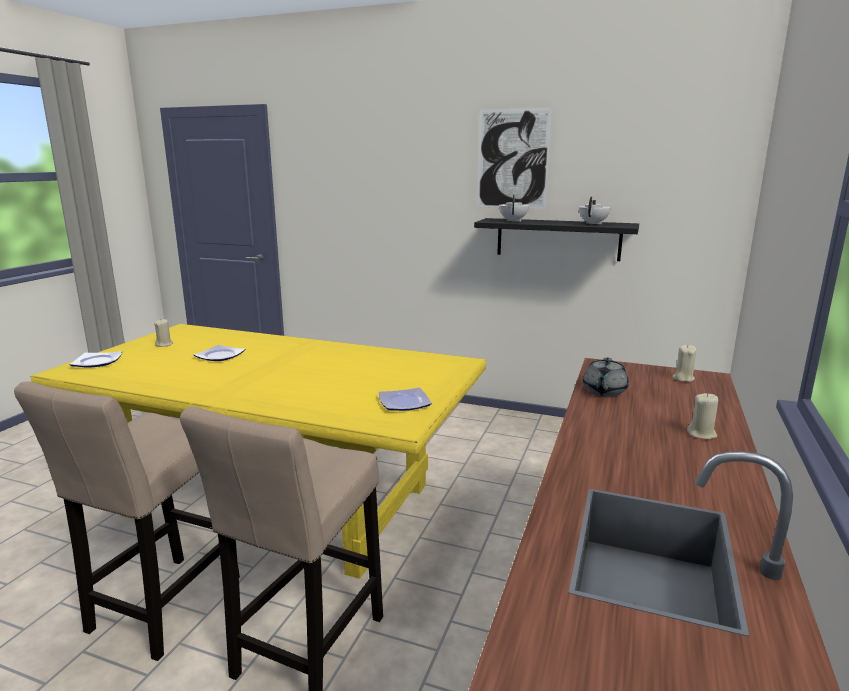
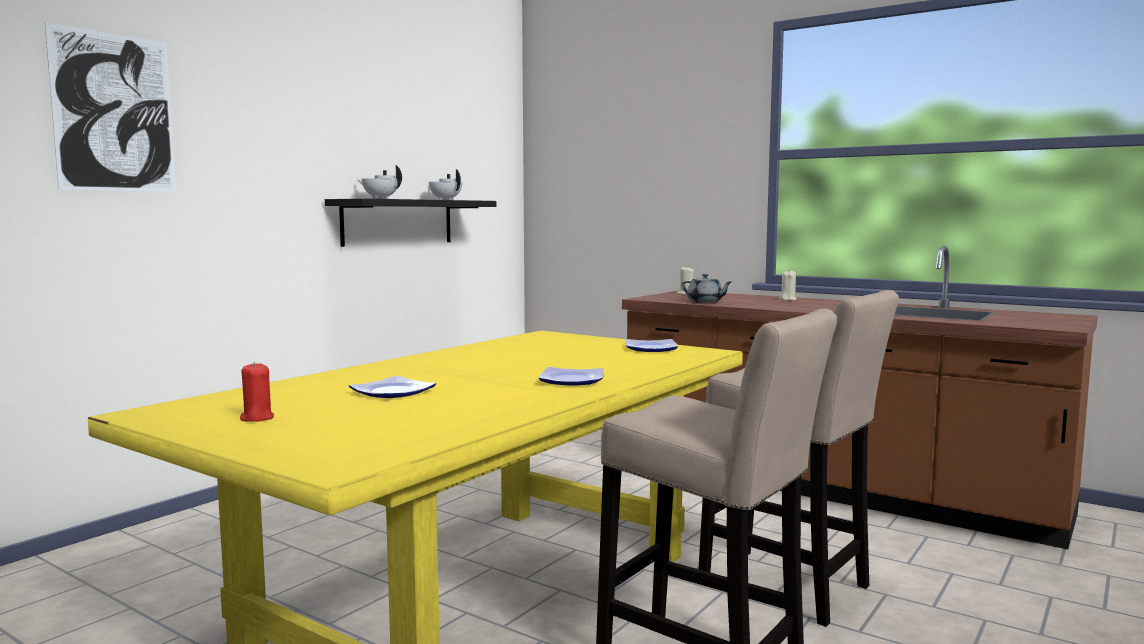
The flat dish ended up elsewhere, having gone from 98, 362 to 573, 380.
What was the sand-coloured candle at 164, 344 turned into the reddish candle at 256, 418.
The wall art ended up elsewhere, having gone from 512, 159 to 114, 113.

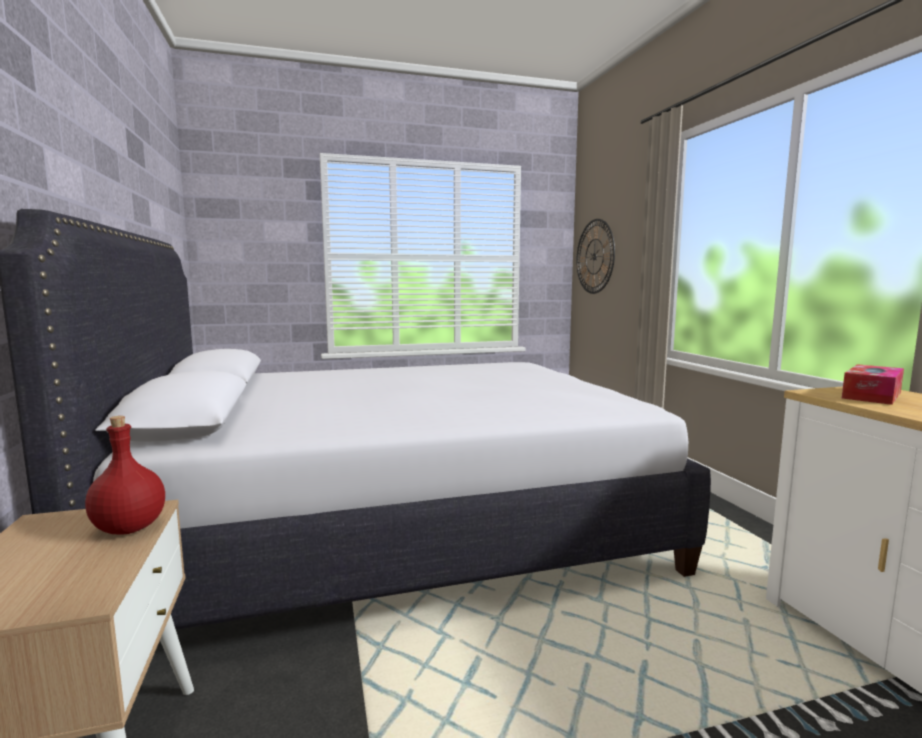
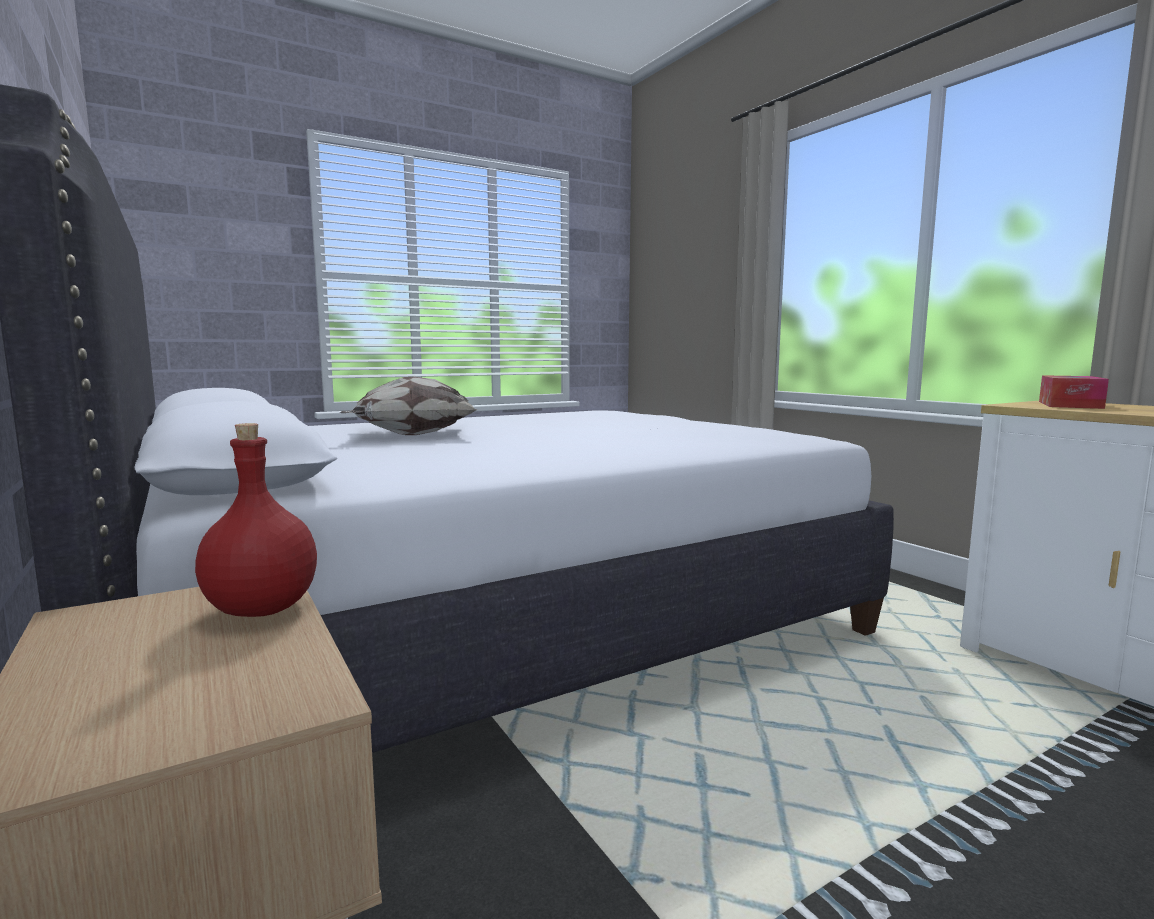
The second view lost the wall clock at 594, 256.
The second view gained the cushion at 412, 435.

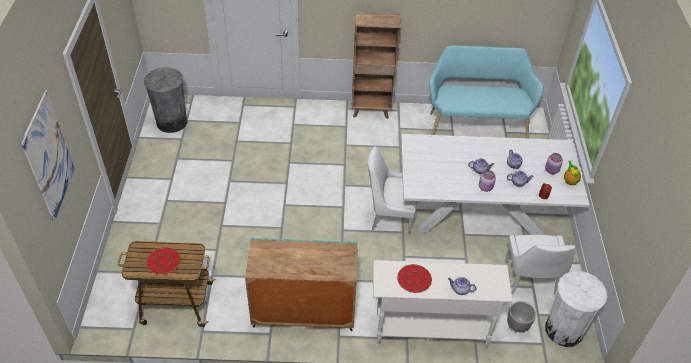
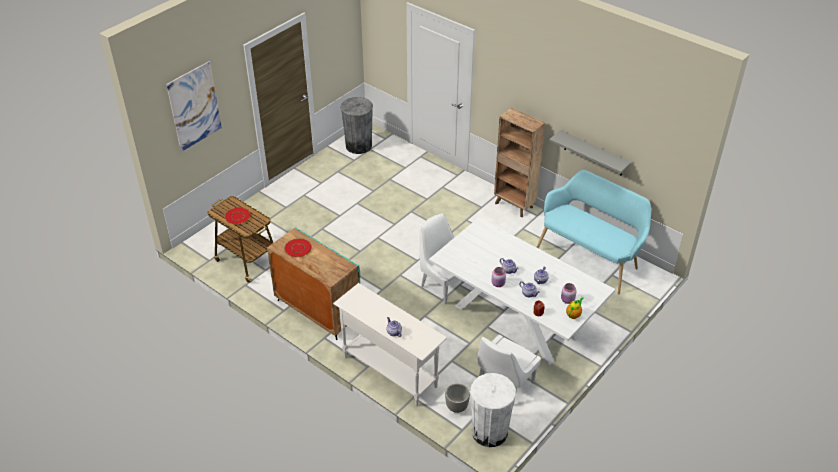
The reddish flat dish ended up elsewhere, having gone from 414, 279 to 298, 248.
The second view gained the gray shelf at 594, 153.

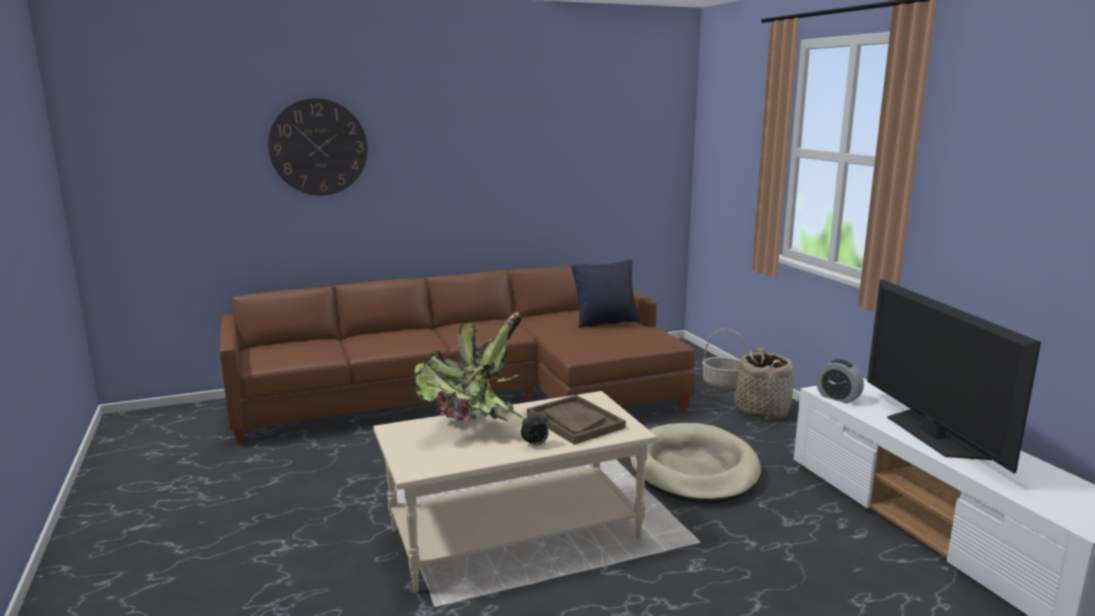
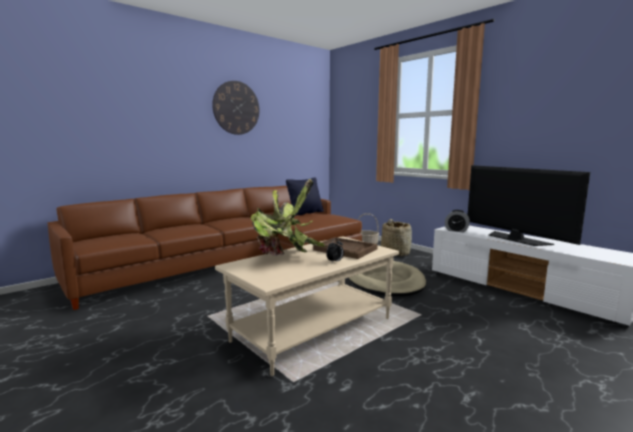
The wall clock ended up elsewhere, having gone from 318, 147 to 236, 108.

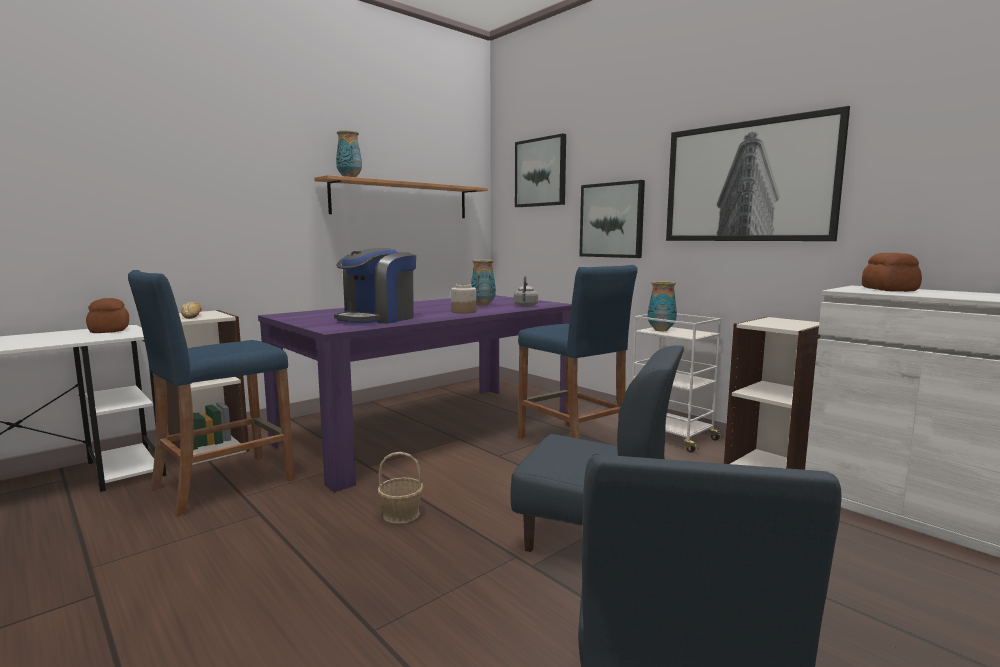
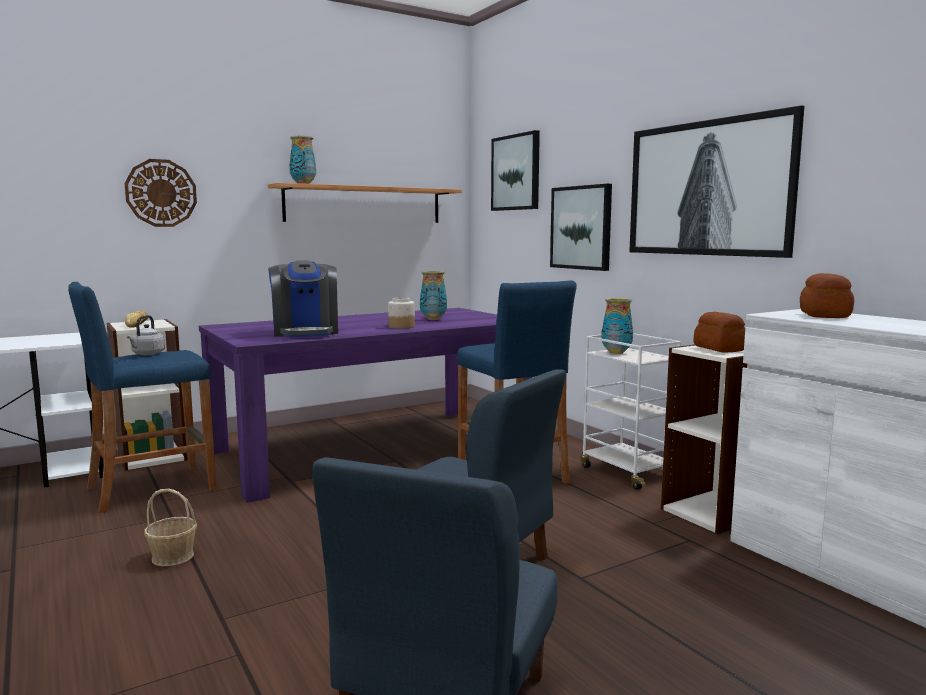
The bakery bread ended up elsewhere, having gone from 109, 330 to 719, 349.
The coffee brewer at 378, 319 ended up facing another way, 60 degrees counterclockwise from before.
The storage basket ended up elsewhere, having gone from 401, 514 to 173, 557.
The gray water kettle ended up elsewhere, having gone from 525, 306 to 147, 354.
The second view gained the wall clock at 161, 193.

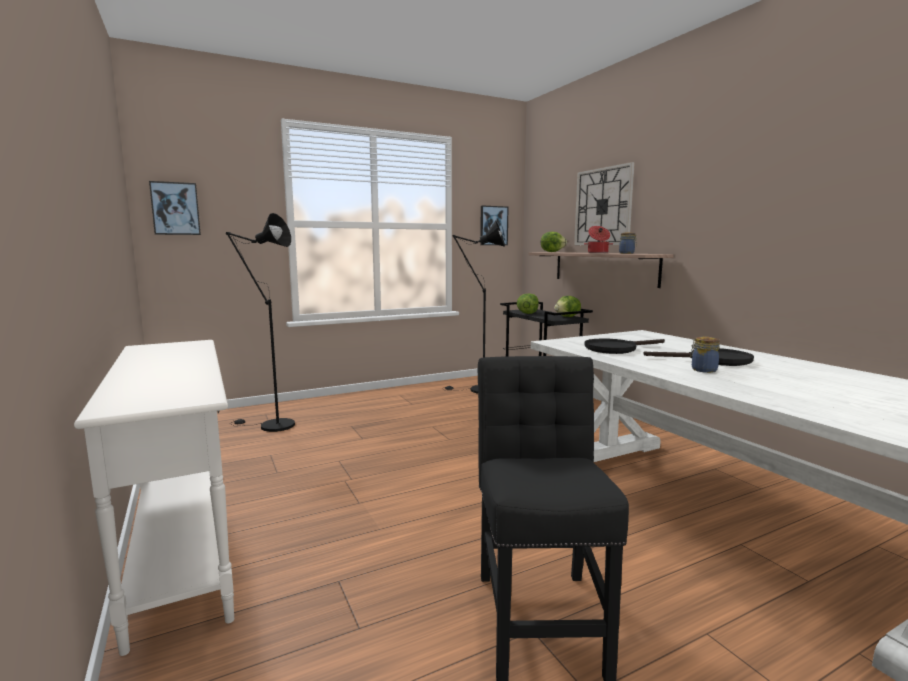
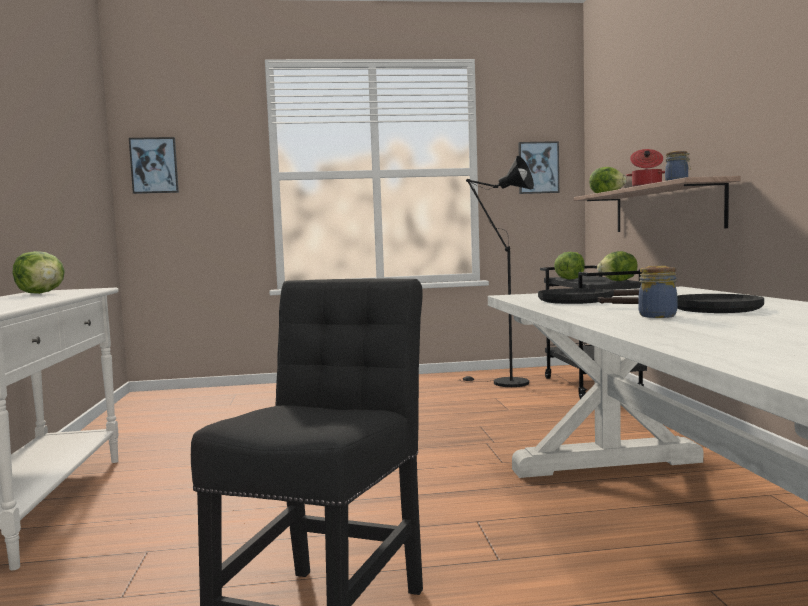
The second view lost the black-coloured standard lamp at 271, 425.
The second view lost the wall clock at 603, 206.
The second view gained the head of lettuce at 41, 293.

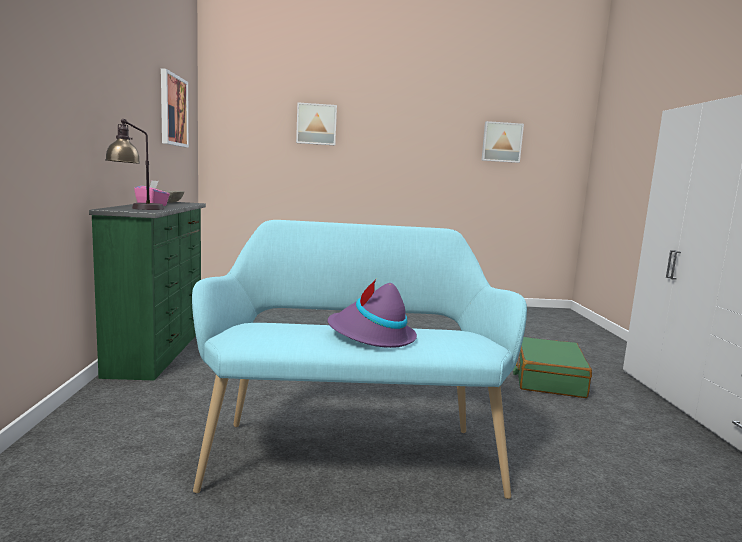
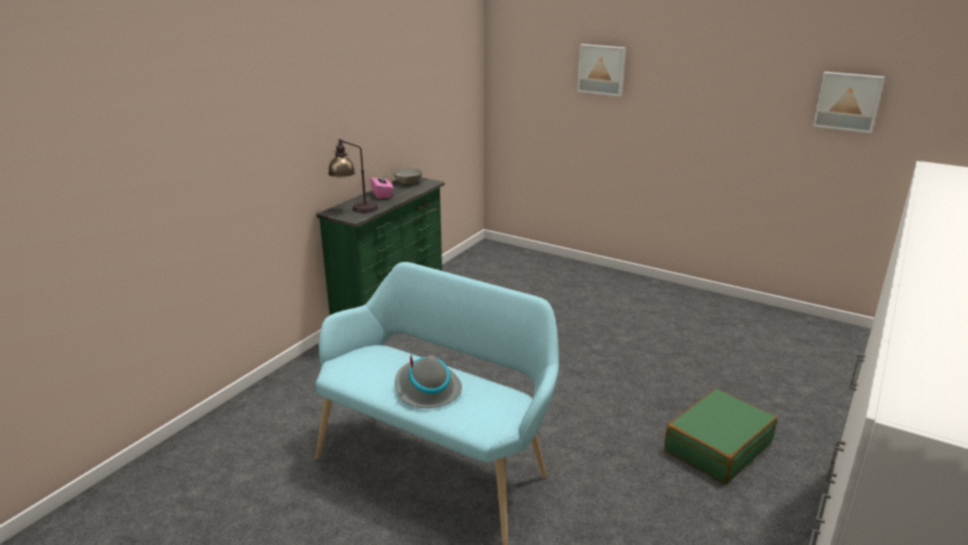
The second view lost the wall art at 173, 110.
What was the purple-coloured clothing hat at 371, 336 turned into the gray clothing hat at 426, 389.

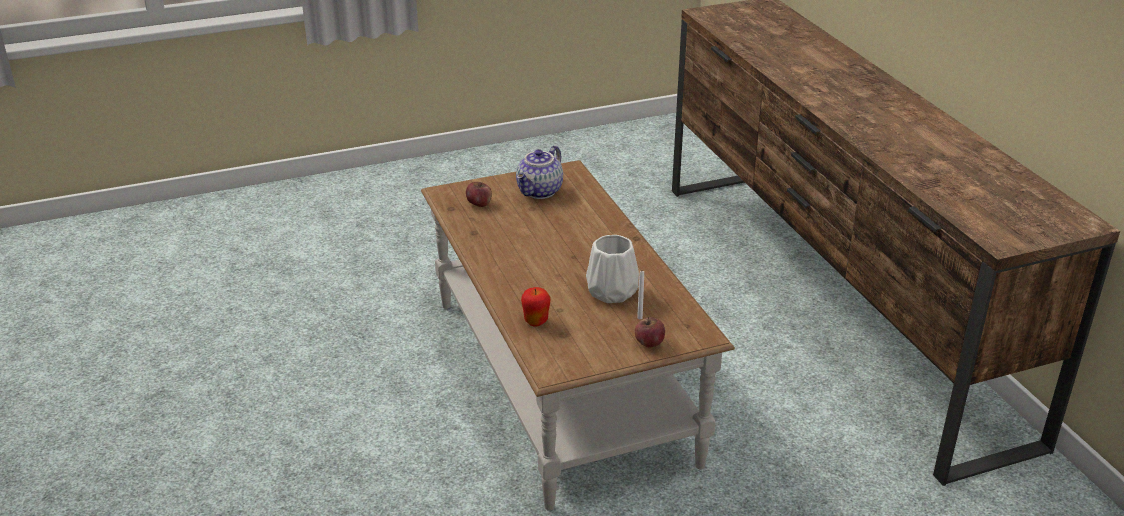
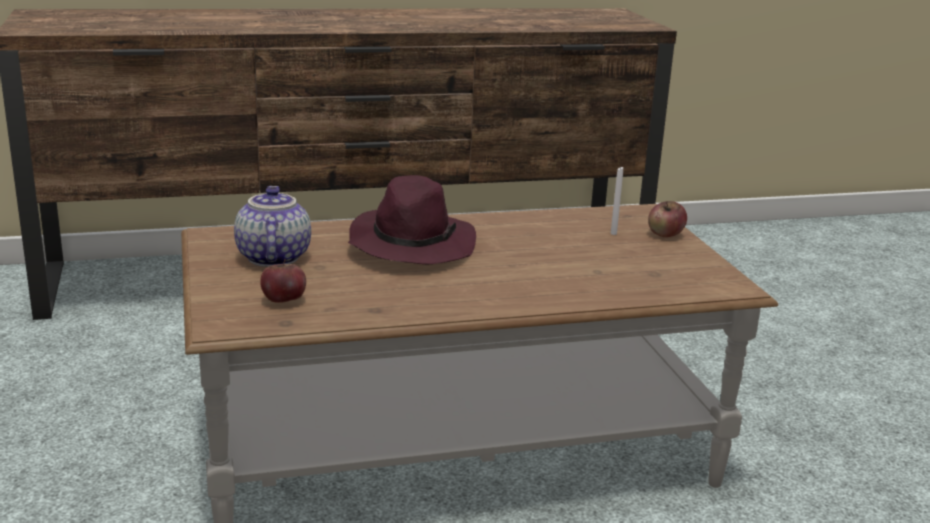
The pot for tea at 540, 192 ended up facing another way, 135 degrees counterclockwise from before.
The second view lost the apple at 536, 321.
The second view lost the whitish decorative vase at 610, 291.
The second view gained the purple-coloured clothing hat at 411, 245.

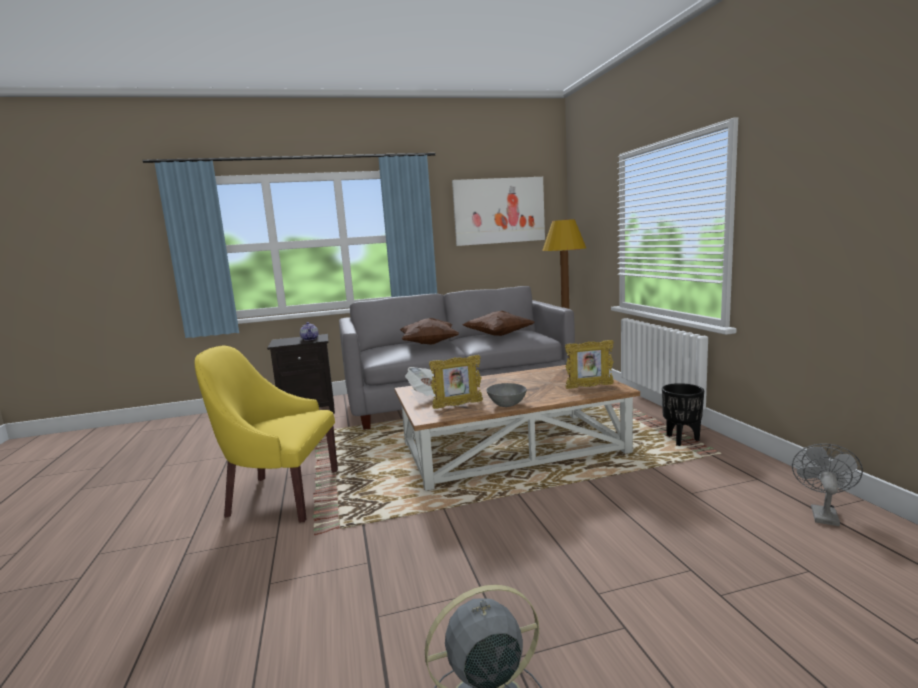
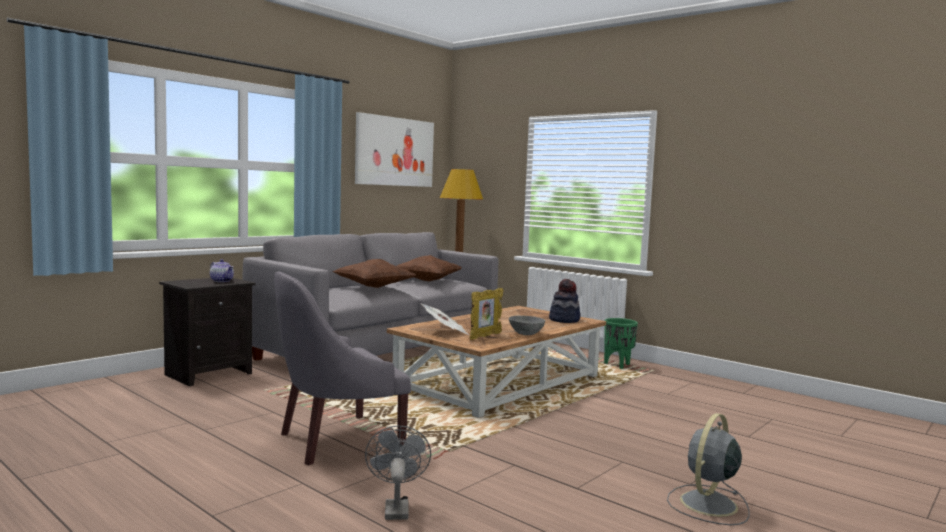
What was the yellow armchair at 280, 495 turned into the gray armchair at 336, 441.
Where the standing frame stood at 589, 386, the clothing hat came to stand at 564, 320.
What was the black-coloured plant pot at 682, 440 turned into the green-coloured plant pot at 618, 365.
The gray cooling fan ended up elsewhere, having gone from 823, 513 to 396, 508.

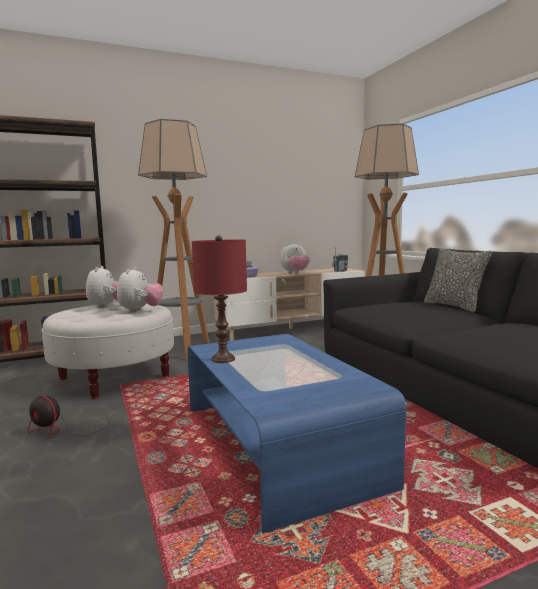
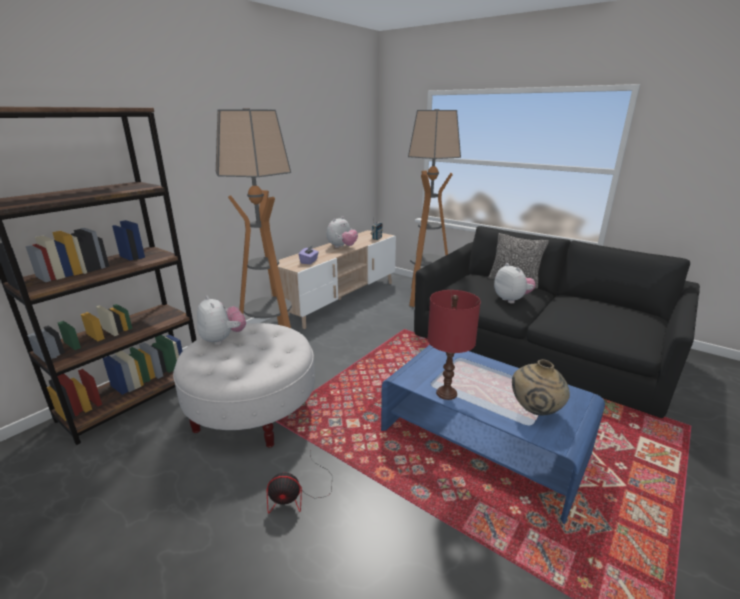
The cuddly toy ended up elsewhere, having gone from 140, 311 to 512, 299.
The second view gained the sand-coloured decorative vase at 535, 411.

